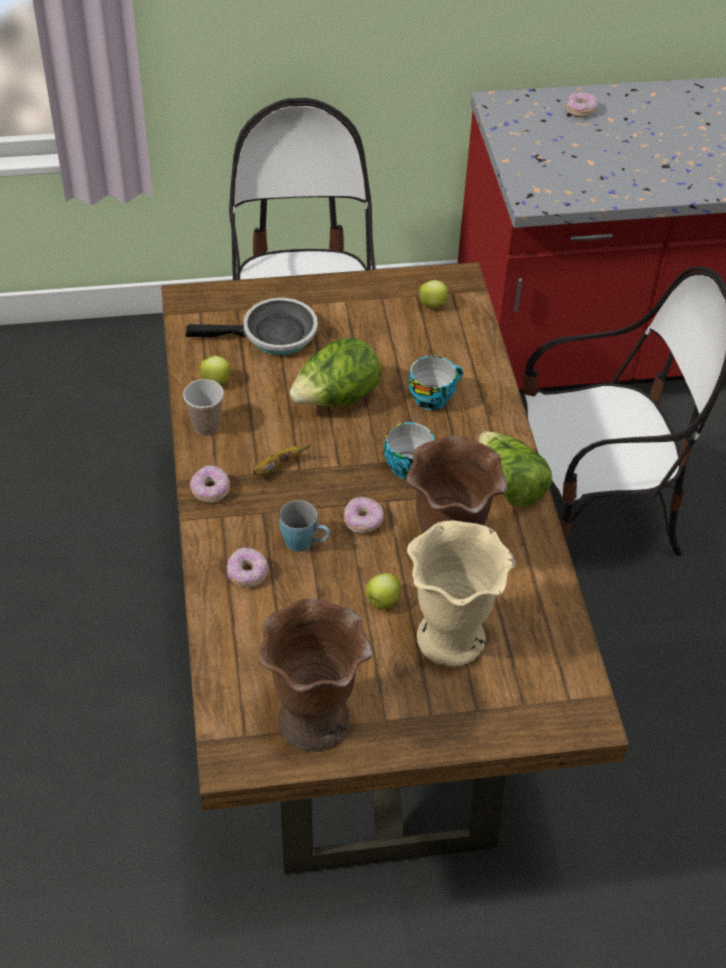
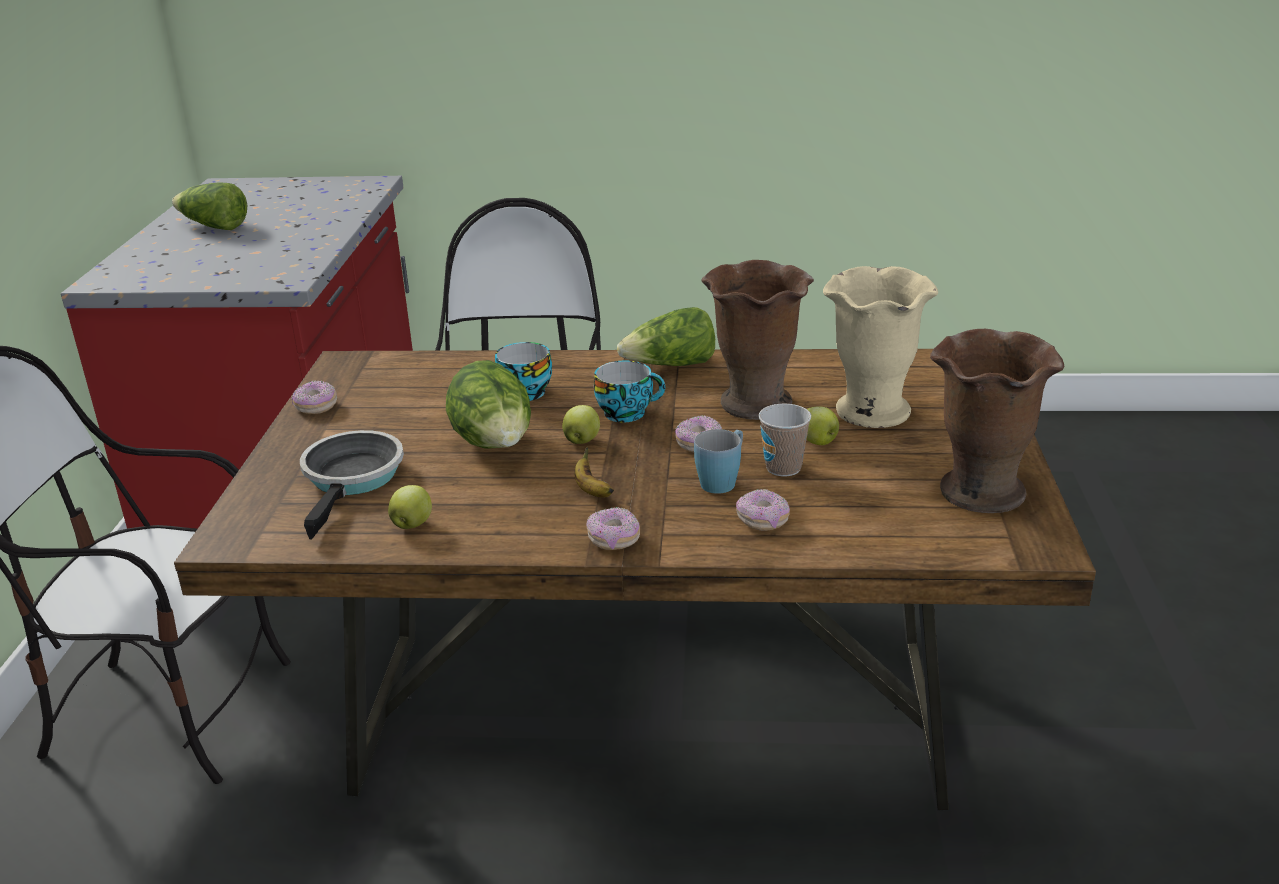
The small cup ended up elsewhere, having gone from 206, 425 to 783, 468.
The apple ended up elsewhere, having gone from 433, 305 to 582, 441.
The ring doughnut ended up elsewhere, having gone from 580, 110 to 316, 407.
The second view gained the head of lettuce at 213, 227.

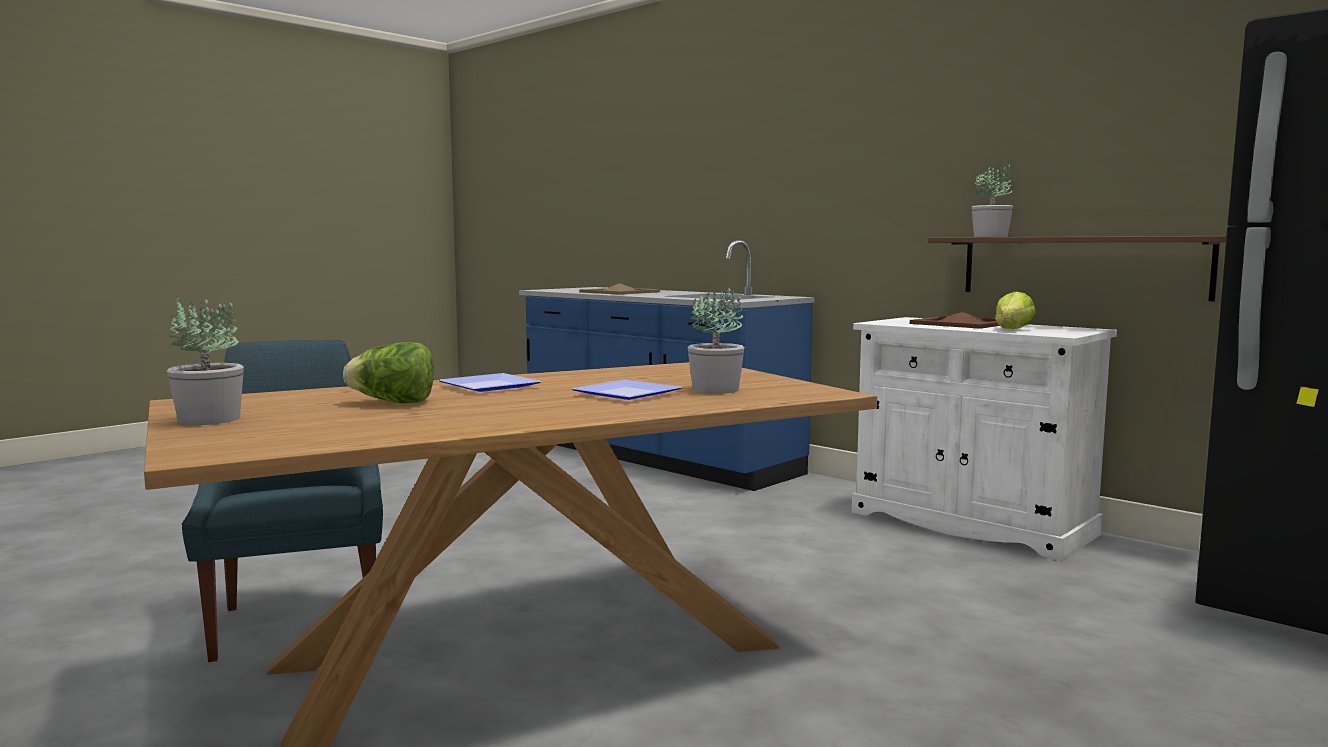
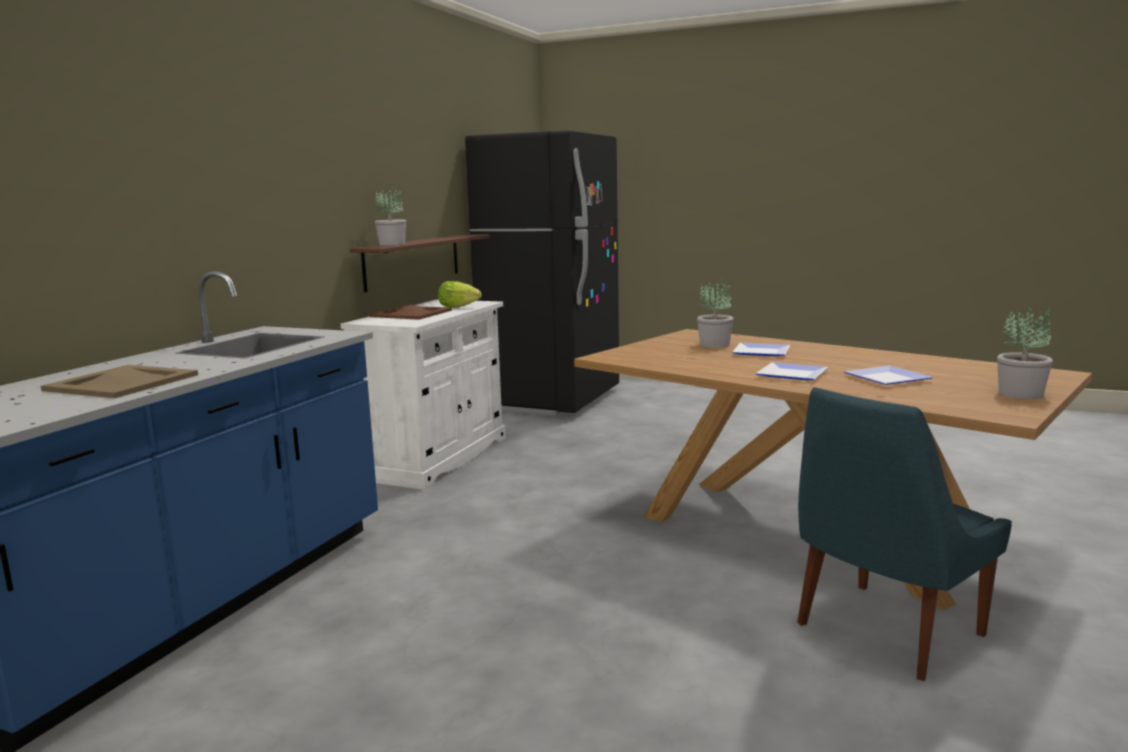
Where the head of lettuce stood at 393, 403, the flat dish came to stand at 887, 378.

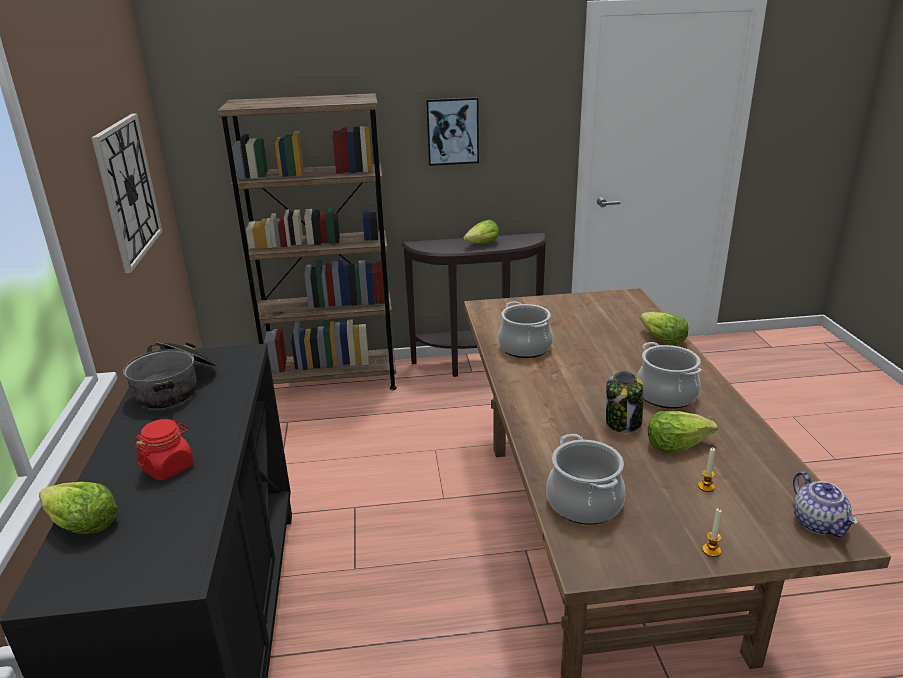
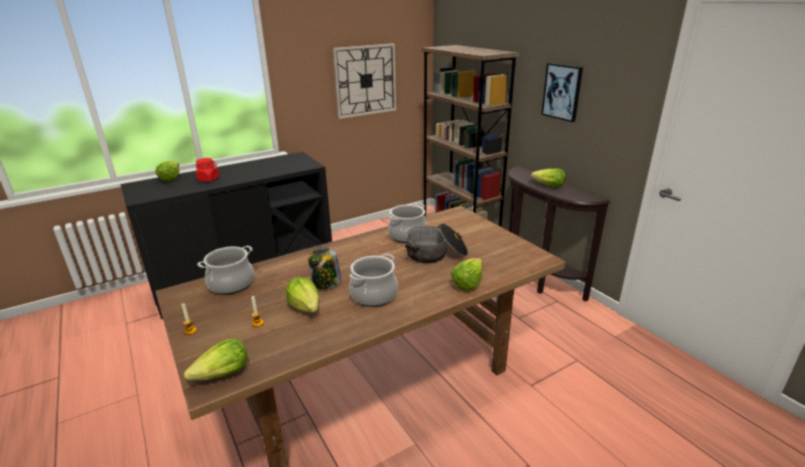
The saucepot ended up elsewhere, having gone from 175, 387 to 436, 254.
Where the pot for tea stood at 819, 524, the head of lettuce came to stand at 223, 374.

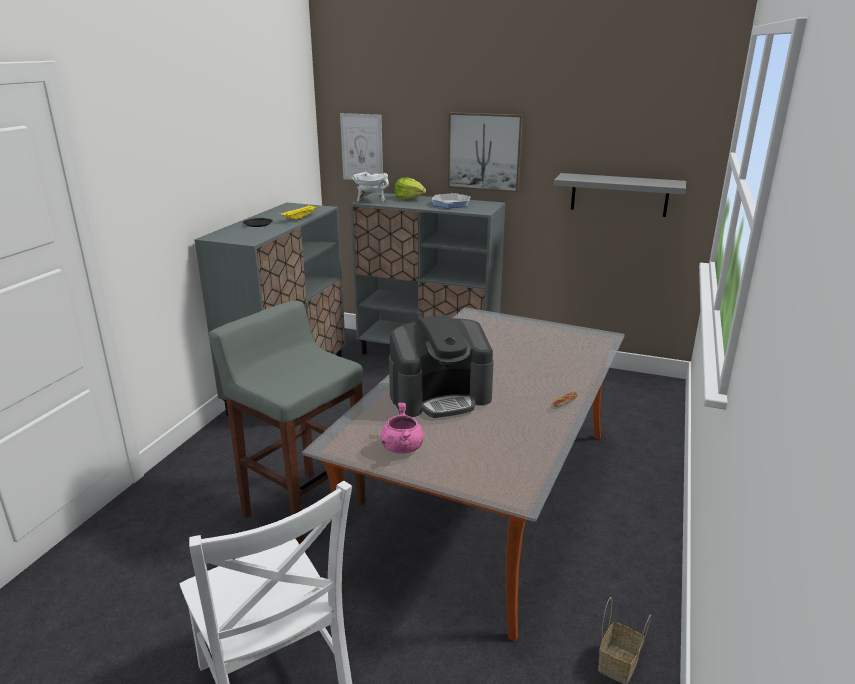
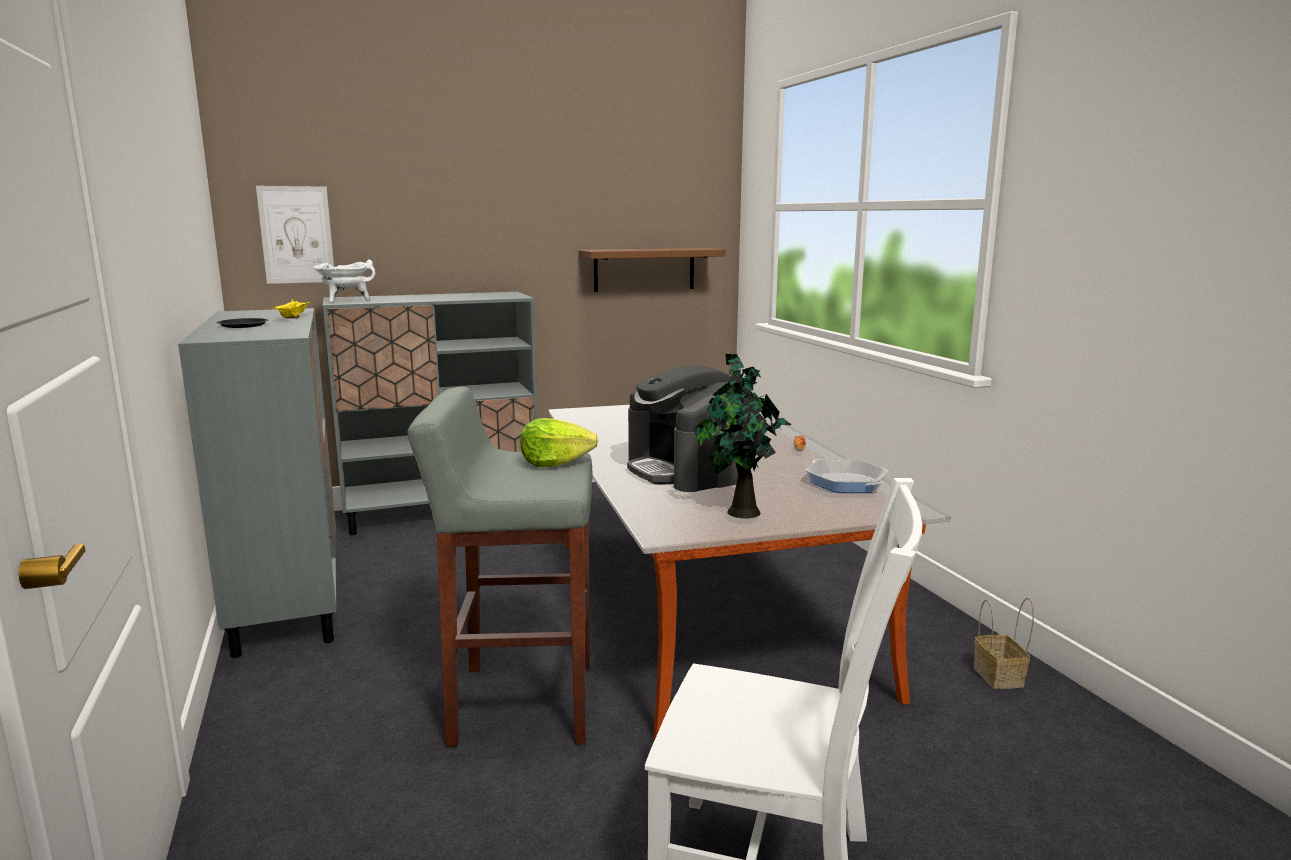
Where the pinkish saucepot stood at 402, 447, the plant in a pot came to stand at 740, 512.
The coffee brewer at 440, 396 ended up facing another way, 120 degrees clockwise from before.
The head of lettuce ended up elsewhere, having gone from 409, 198 to 555, 463.
The frying pan ended up elsewhere, having gone from 451, 204 to 846, 482.
The second view lost the wall art at 484, 152.
What was the gray shelf at 619, 195 turned into the brownish shelf at 644, 269.

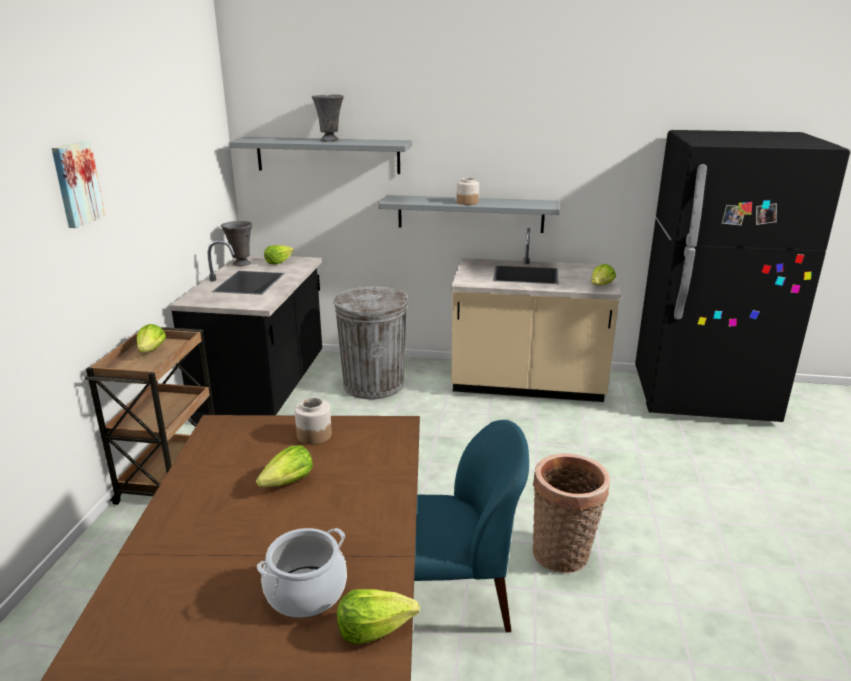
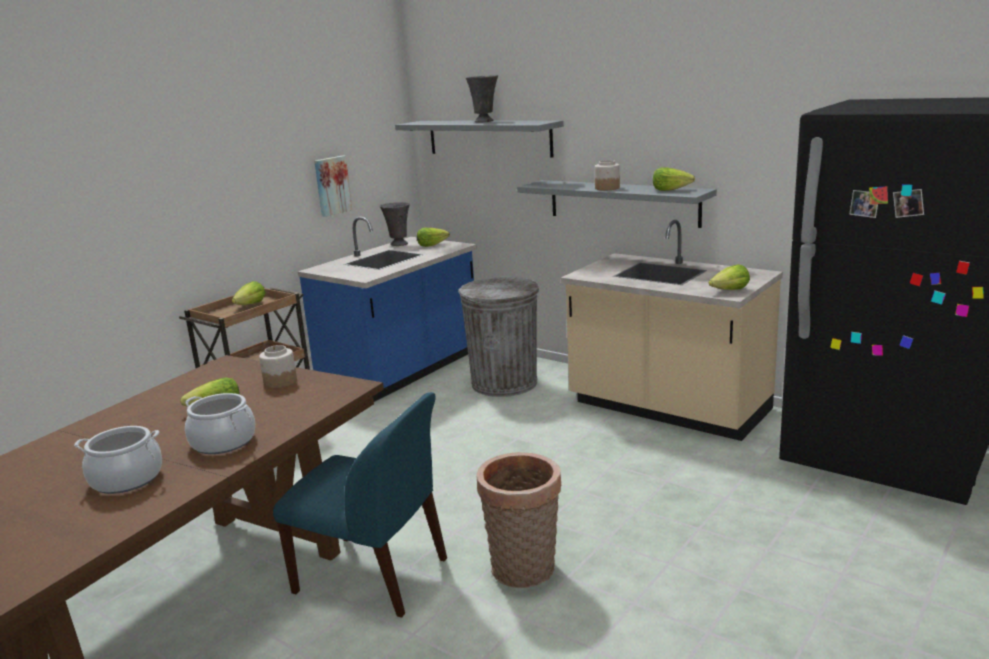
The wall art ended up elsewhere, having gone from 76, 183 to 331, 185.
What was the black-coloured counter at 265, 390 turned into the bluish counter at 402, 372.
The head of lettuce ended up elsewhere, having gone from 374, 628 to 671, 190.
The second view gained the saucepot at 223, 442.

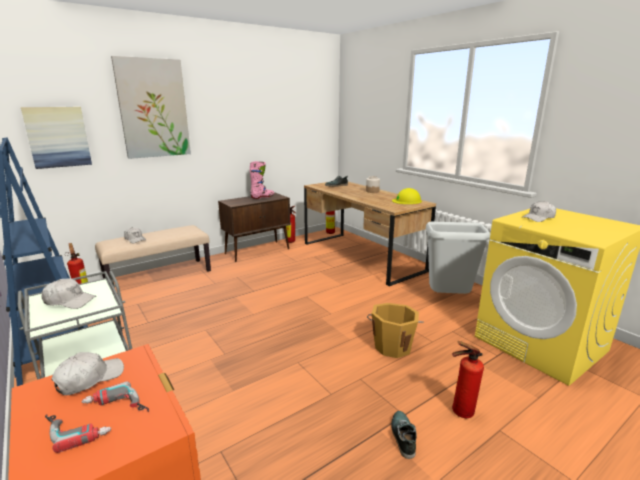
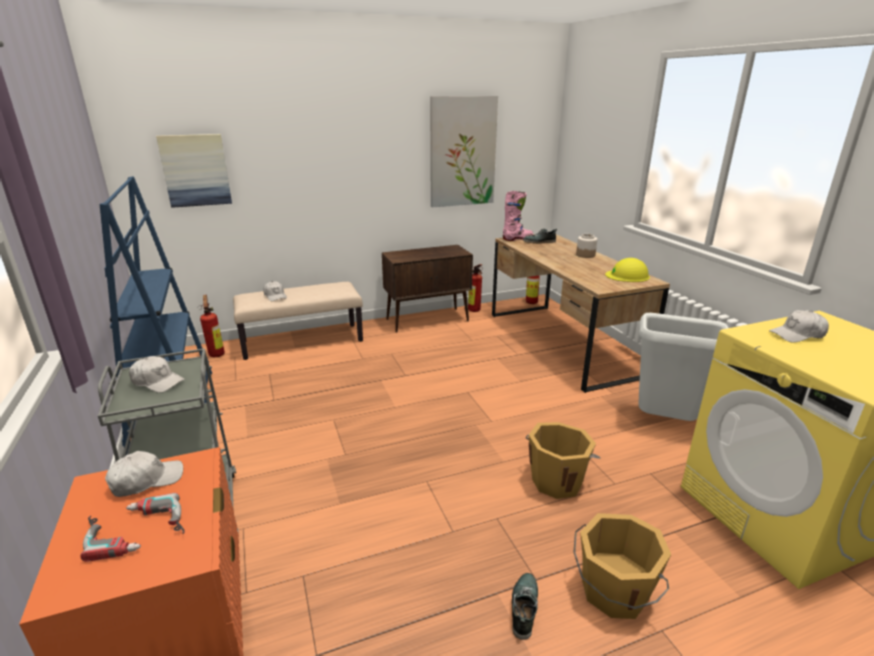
The wall art ended up elsewhere, having gone from 153, 109 to 462, 152.
The pinkish high-top boot ended up elsewhere, having gone from 262, 197 to 517, 239.
Where the extinguisher stood at 459, 412, the orange-coloured bucket came to stand at 613, 592.

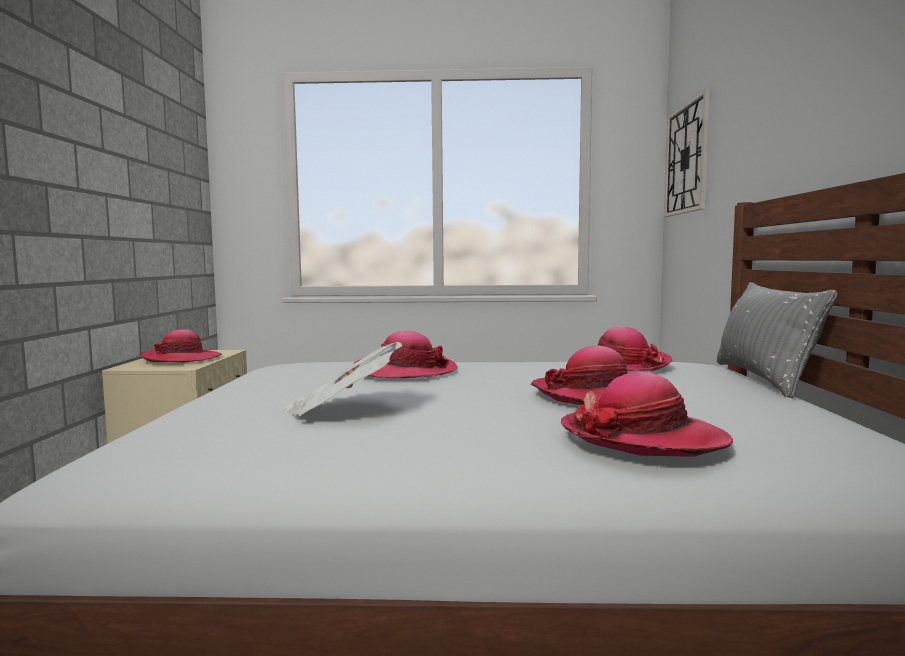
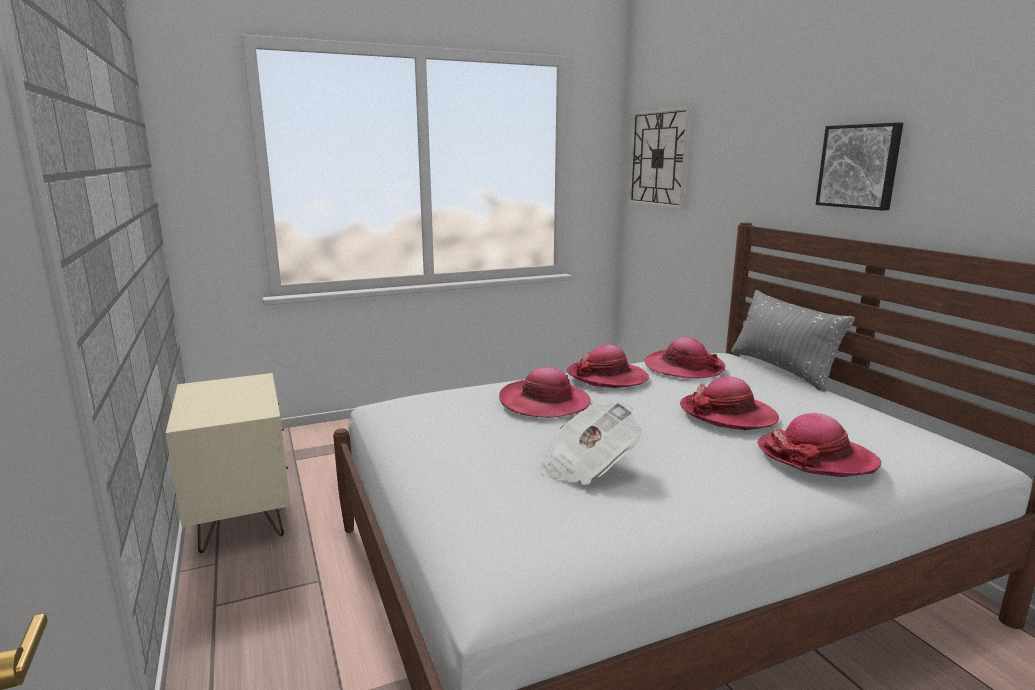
The clothing hat ended up elsewhere, having gone from 181, 359 to 607, 377.
The second view gained the wall art at 859, 166.

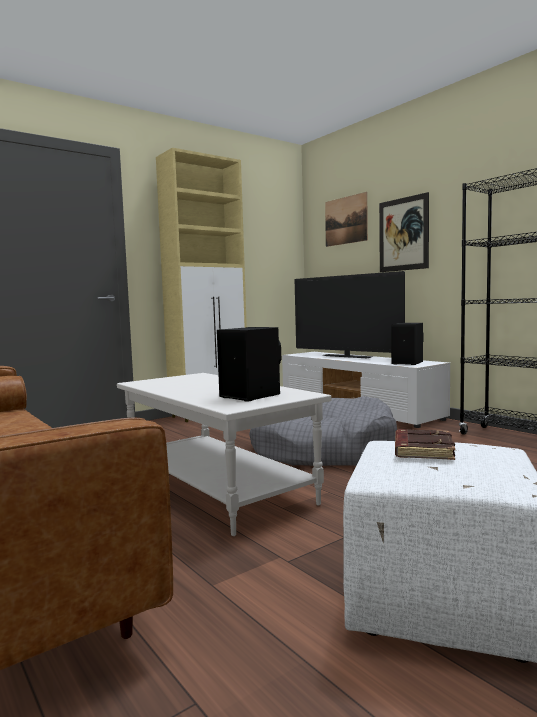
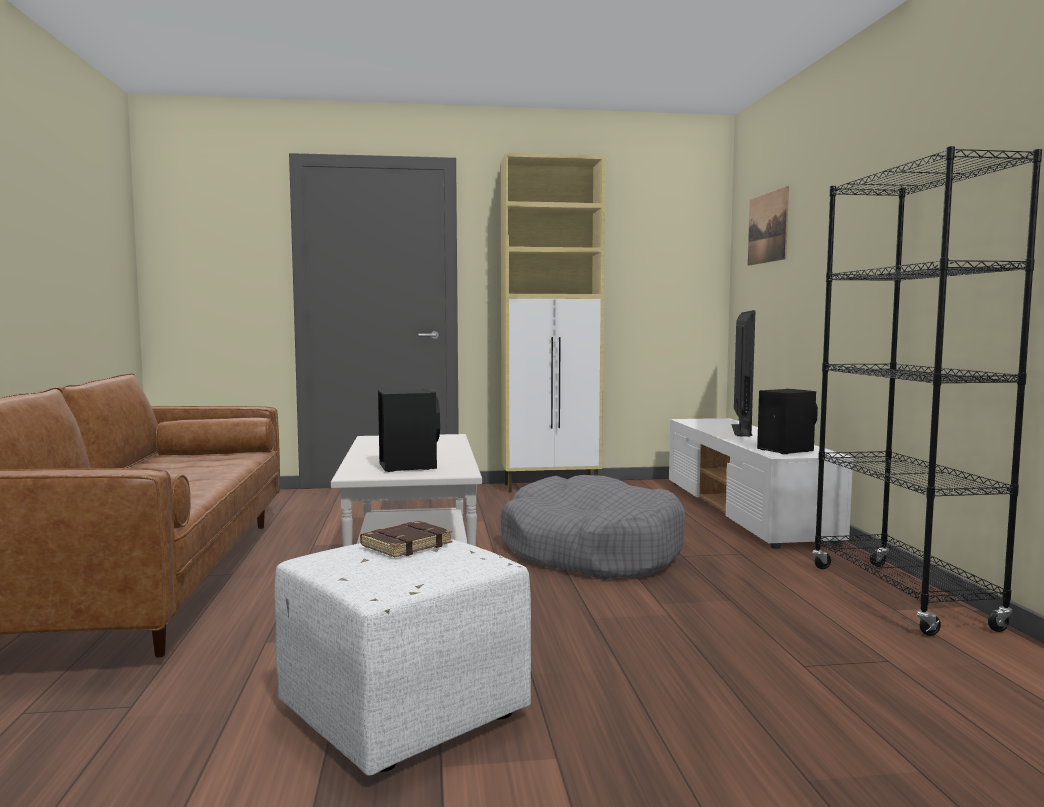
The TV at 346, 356 ended up facing another way, 150 degrees counterclockwise from before.
The second view lost the wall art at 403, 234.

